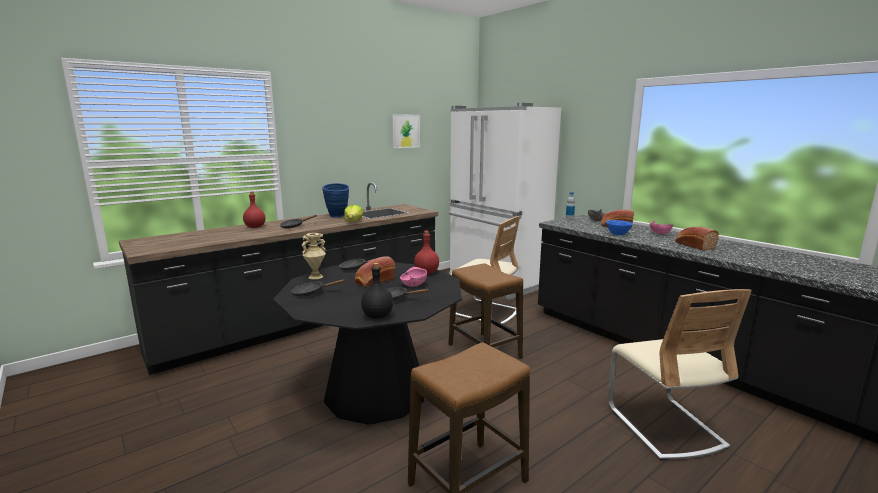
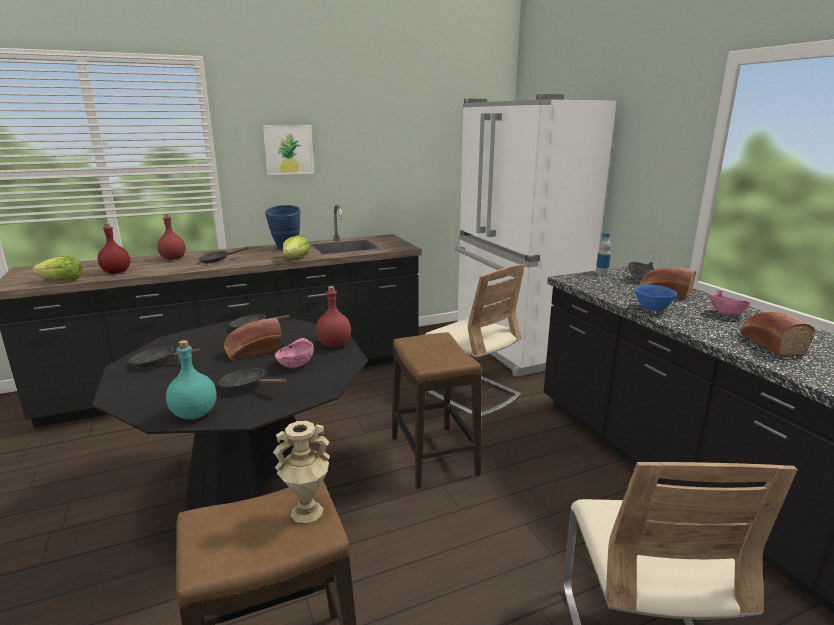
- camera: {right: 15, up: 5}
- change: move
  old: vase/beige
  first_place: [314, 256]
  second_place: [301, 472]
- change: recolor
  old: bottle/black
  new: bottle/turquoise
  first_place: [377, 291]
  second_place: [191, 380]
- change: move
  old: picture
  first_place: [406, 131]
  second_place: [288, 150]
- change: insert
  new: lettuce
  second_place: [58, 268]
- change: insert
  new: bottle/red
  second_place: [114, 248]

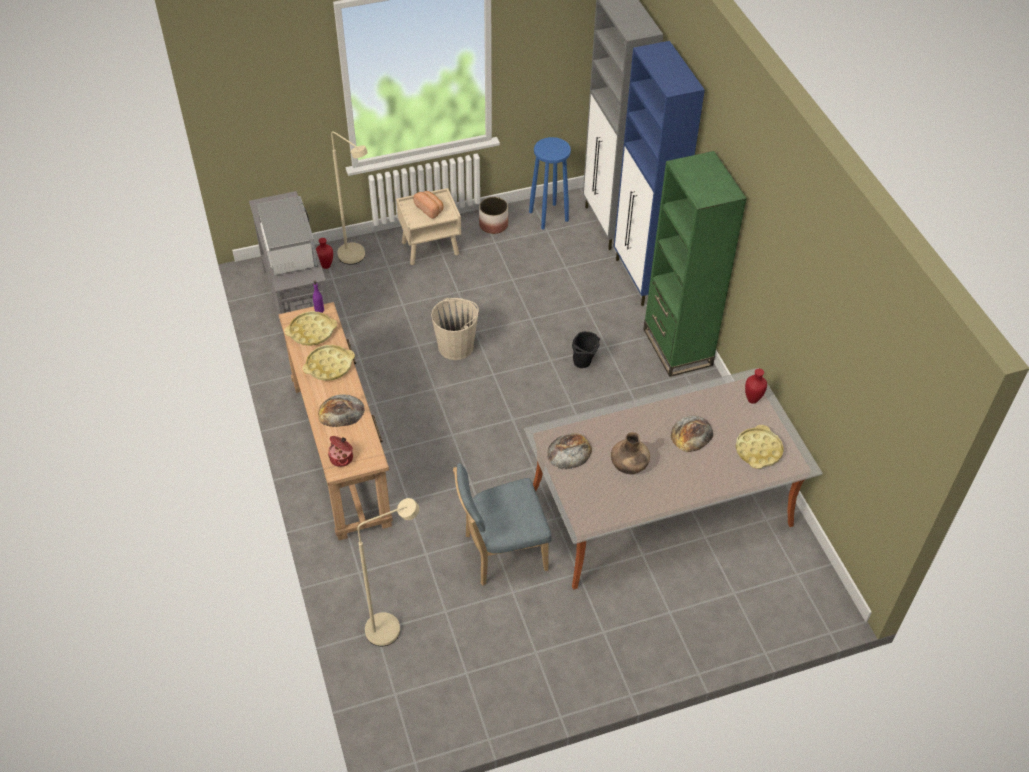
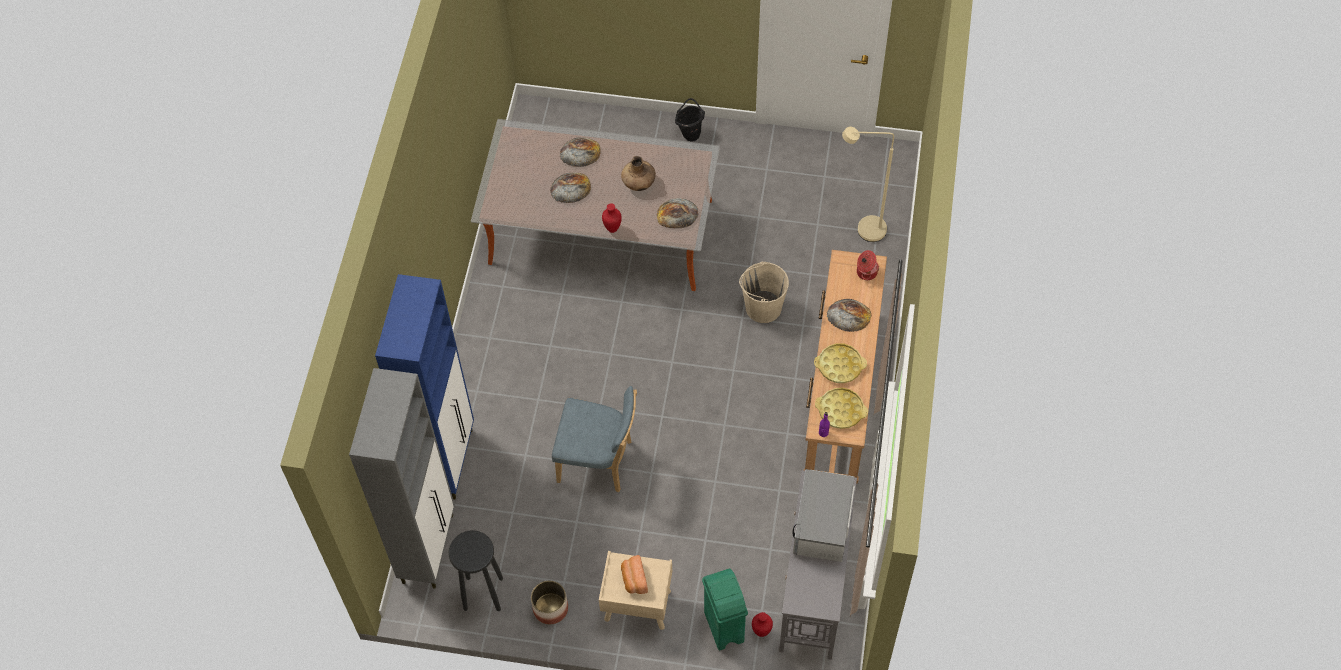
- camera: {right: -150, up: 10}
- change: replace
  old: floor lamp/beige
  new: trash can/green
  first_place: [349, 198]
  second_place: [725, 609]
- change: move
  old: bucket/beige
  first_place: [455, 329]
  second_place: [764, 292]
- change: move
  old: chair/blue
  first_place: [502, 524]
  second_place: [594, 439]
- change: recolor
  old: stool/blue
  new: stool/black
  first_place: [550, 183]
  second_place: [476, 570]
- change: move
  old: bucket/black
  first_place: [586, 349]
  second_place: [690, 120]
- change: delete
  old: bookcase/green
  first_place: [695, 264]
- change: delete
  old: tray/yellow
  first_place: [760, 447]
- change: move
  old: vase/red
  first_place: [756, 386]
  second_place: [612, 218]
- change: insert
  new: bread
  second_place: [580, 152]

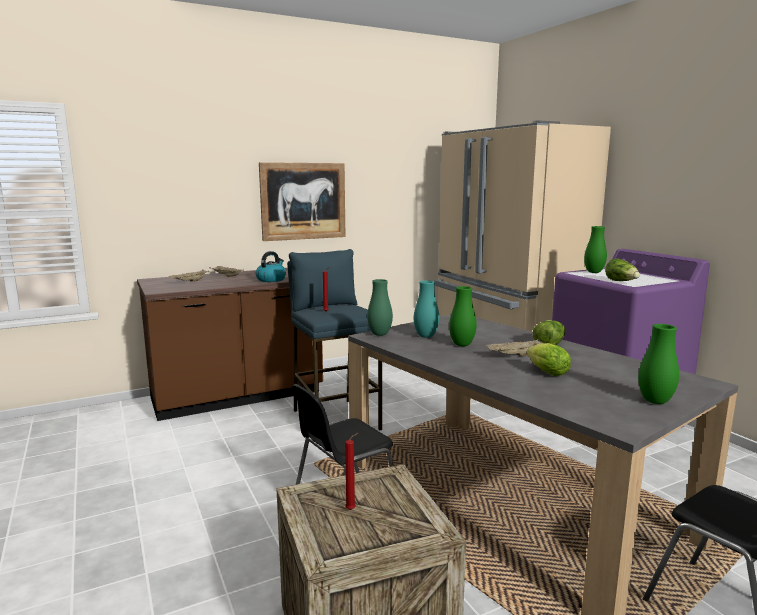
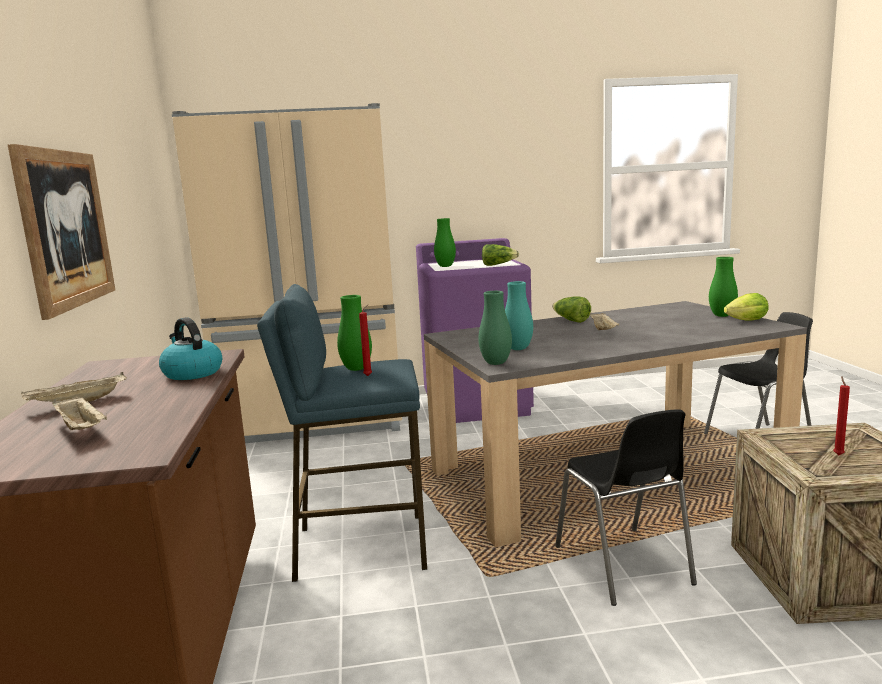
- camera: {right: -70, up: 0}
- change: move
  old: vase/green
  first_place: [463, 316]
  second_place: [354, 333]
- change: move
  old: lettuce
  first_place: [549, 359]
  second_place: [746, 306]

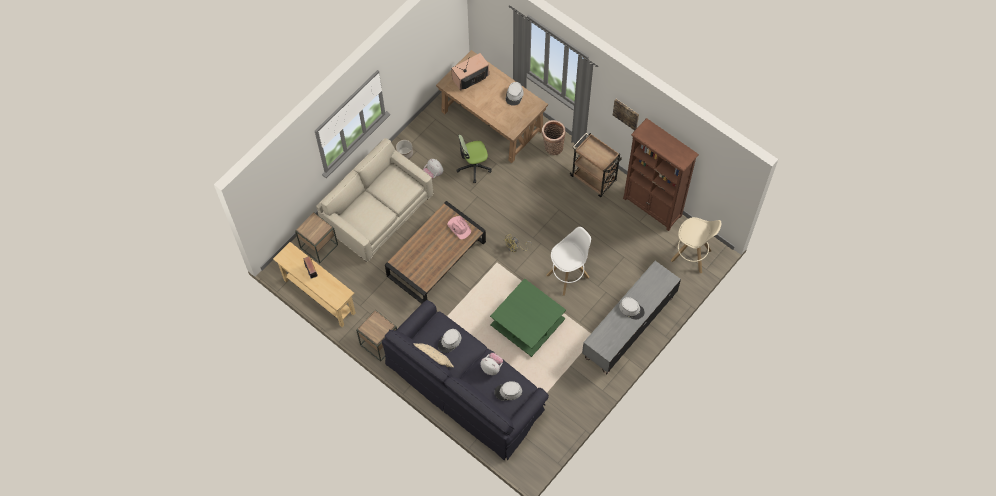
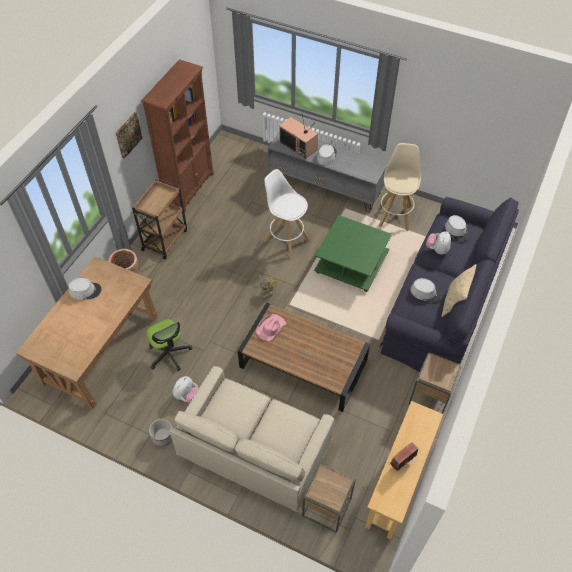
- camera: {right: -105, up: -10}
- change: move
  old: television
  first_place: [470, 72]
  second_place: [298, 135]
- change: move
  old: stool/beige
  first_place: [696, 245]
  second_place: [399, 187]

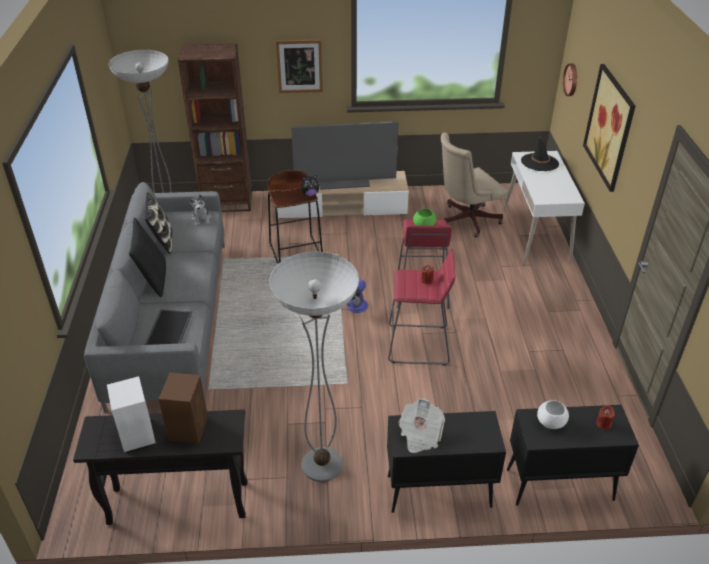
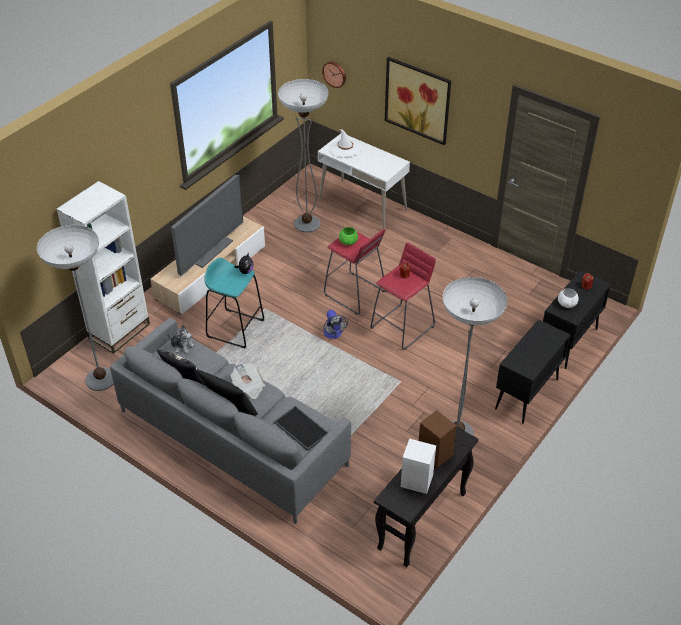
- camera: {right: -50, up: 5}
- change: recolor
  old: bookcase/brown
  new: bookcase/white
  first_place: [215, 128]
  second_place: [103, 267]
- change: recolor
  old: stool/brown
  new: stool/turquoise
  first_place: [295, 217]
  second_place: [234, 303]
- change: delete
  old: picture
  first_place: [299, 66]
- change: move
  old: newspaper
  first_place: [422, 425]
  second_place: [248, 381]
- change: replace
  old: office chair/beige
  new: floor lamp
  first_place: [474, 184]
  second_place: [303, 156]
- change: recolor
  old: hat/black
  new: hat/white
  first_place: [540, 153]
  second_place: [345, 143]

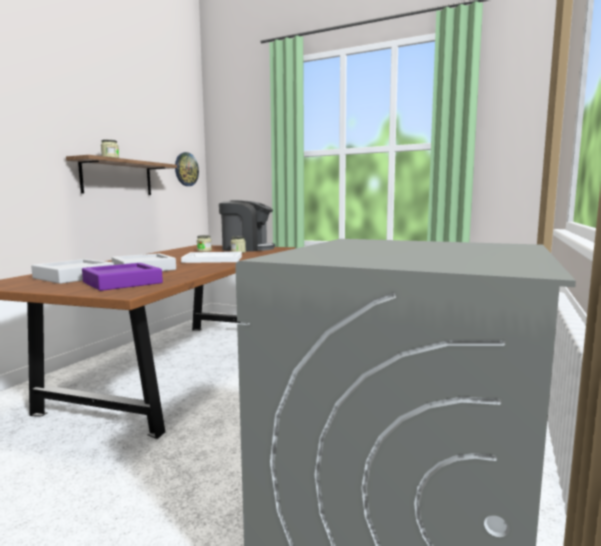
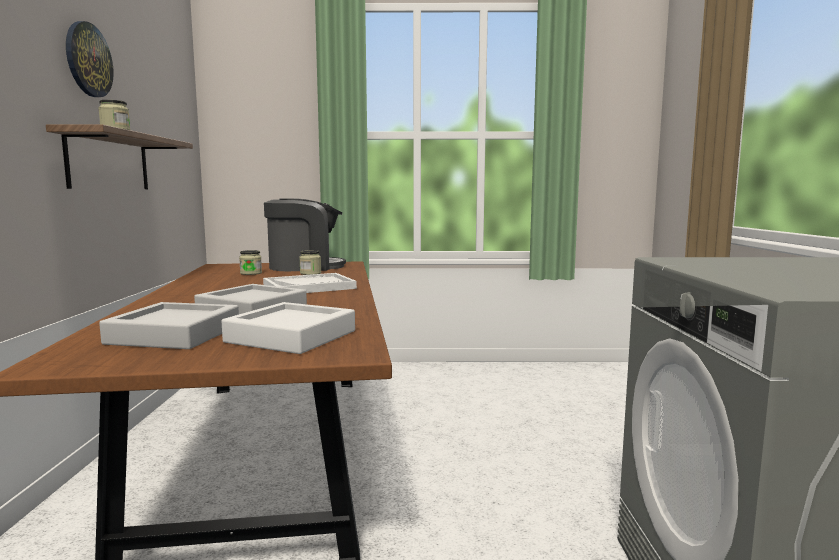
- camera: {right: -25, up: 0}
- change: recolor
  old: tray/purple
  new: tray/white
  first_place: [122, 277]
  second_place: [288, 328]
- change: move
  old: wall clock
  first_place: [187, 169]
  second_place: [90, 59]

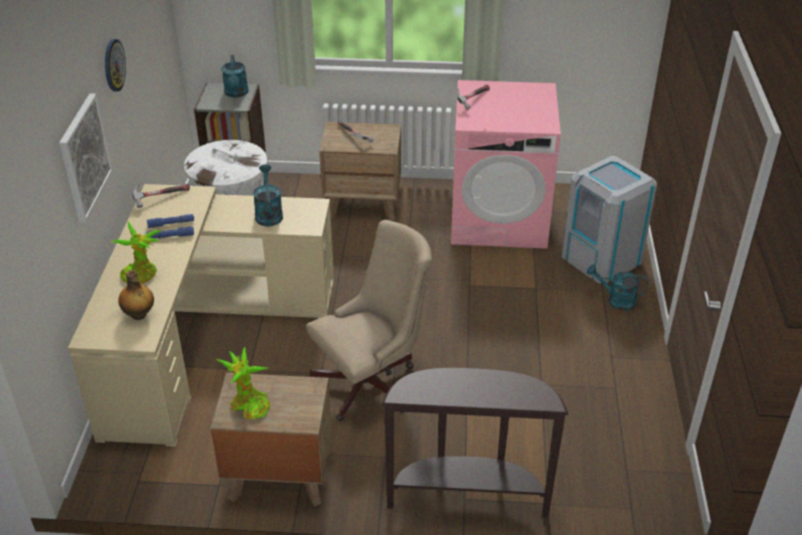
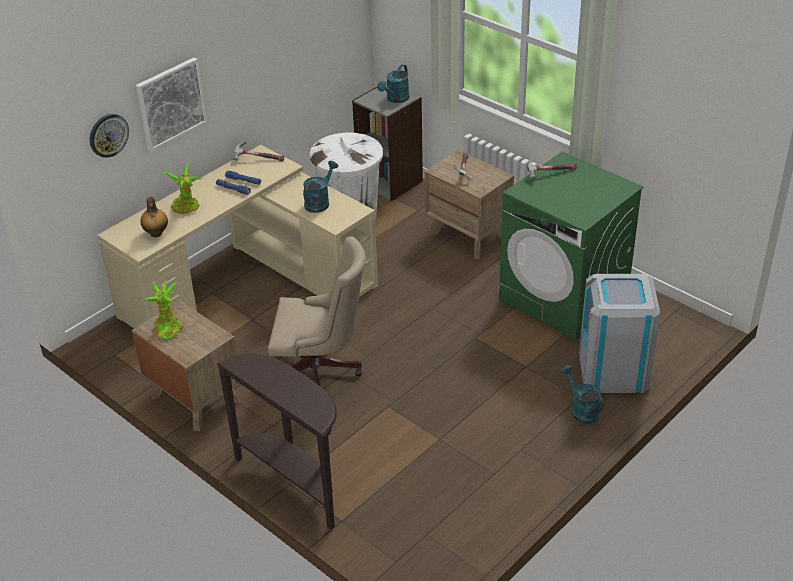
- camera: {right: 40, up: 0}
- change: move
  old: wall clock
  first_place: [115, 65]
  second_place: [109, 136]
- change: recolor
  old: washing machine/pink
  new: washing machine/green
  first_place: [506, 164]
  second_place: [571, 246]

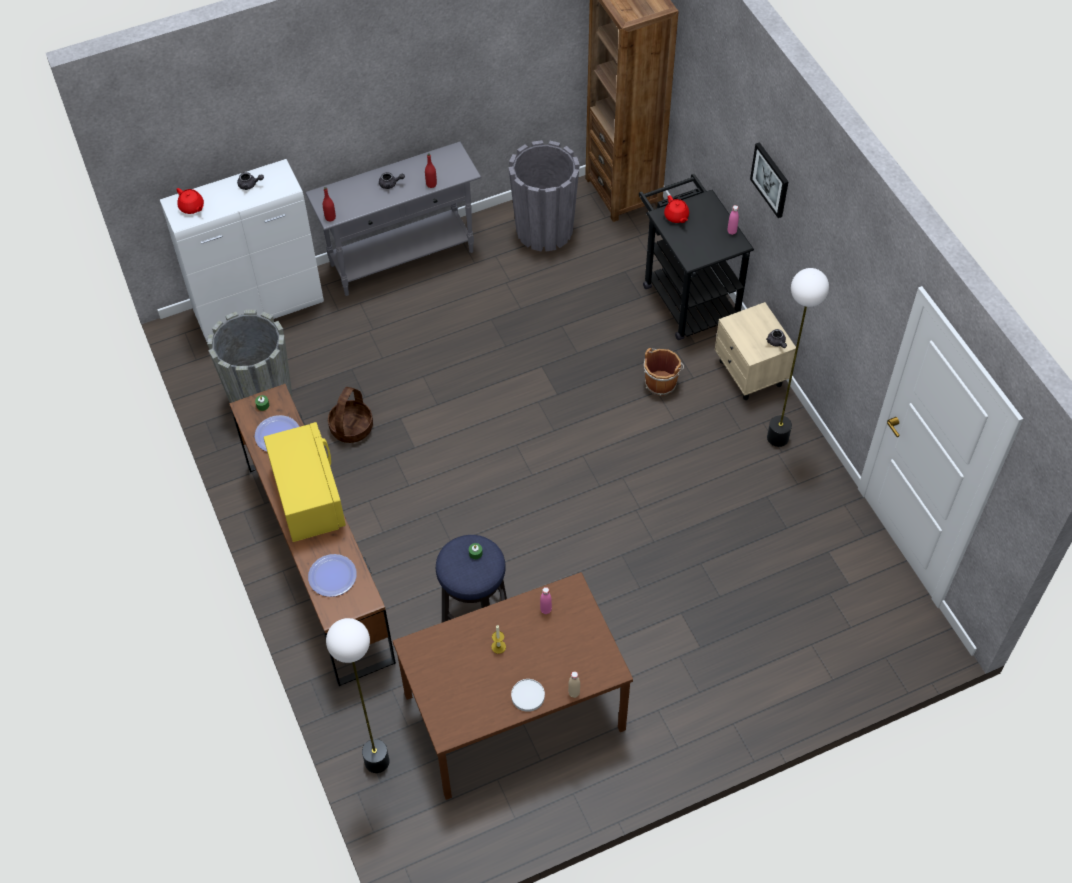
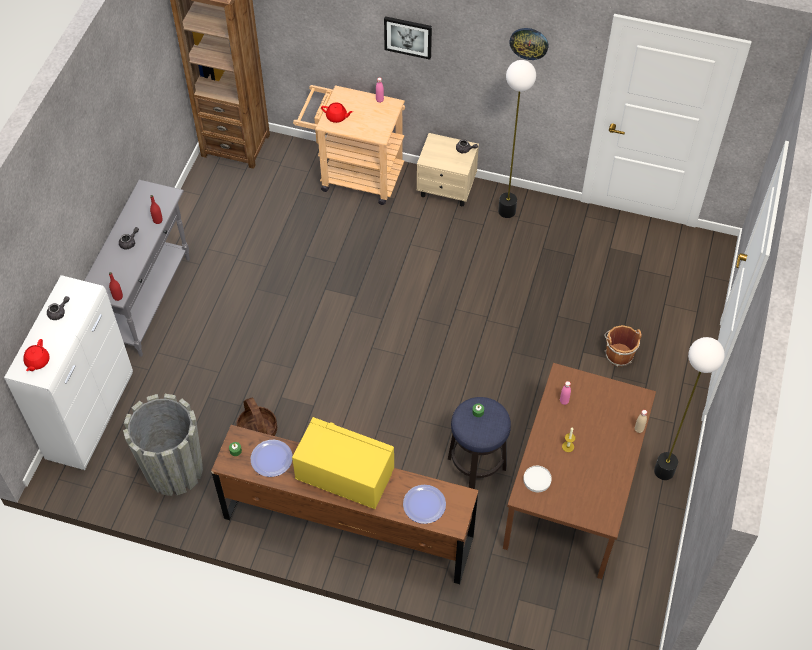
- camera: {right: -50, up: 0}
- change: rotate
  old: teapot/red
  first_place: [190, 201]
  second_place: [36, 355]
  degrees: 105
- change: move
  old: floor lamp
  first_place: [358, 695]
  second_place: [689, 408]
- change: delete
  old: planter/grey
  first_place: [544, 196]
- change: move
  old: plate/white
  first_place: [528, 695]
  second_place: [537, 479]
- change: recolor
  old: cart/black
  new: cart/beige
  first_place: [696, 257]
  second_place: [349, 145]
- change: move
  old: bucket/brown
  first_place: [664, 372]
  second_place: [623, 346]
- change: insert
  new: wall clock
  second_place: [528, 44]

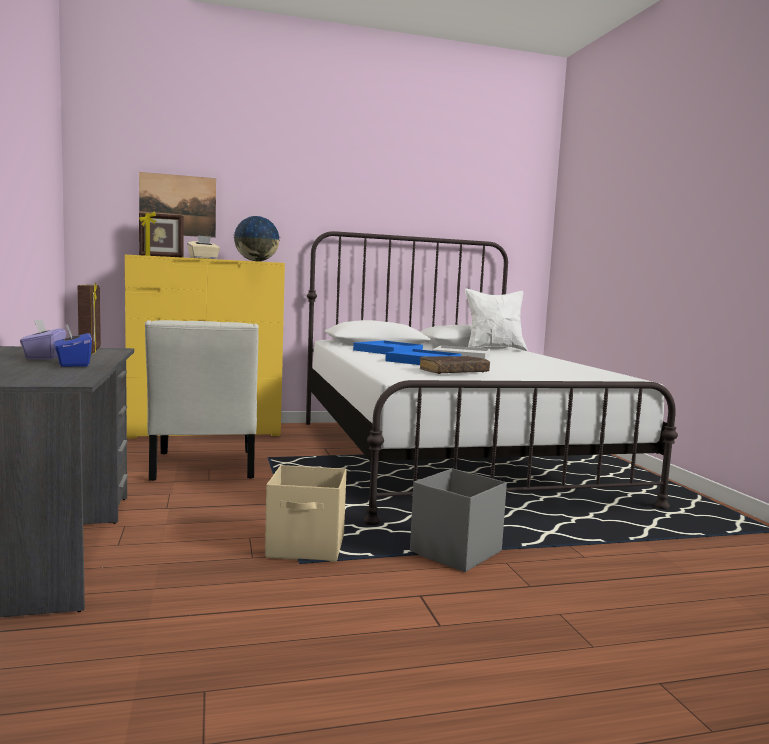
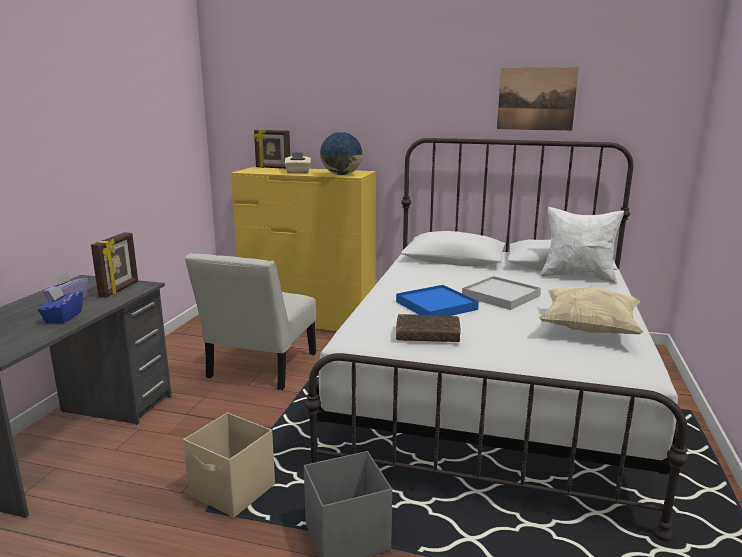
- camera: {right: 30, up: 10}
- change: move
  old: picture
  first_place: [177, 205]
  second_place: [538, 99]
- change: delete
  old: tray/blue
  first_place: [388, 347]
- change: insert
  new: pillow/beige
  second_place: [591, 310]

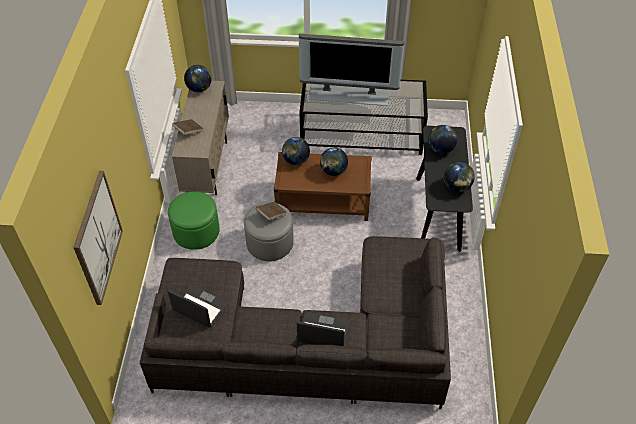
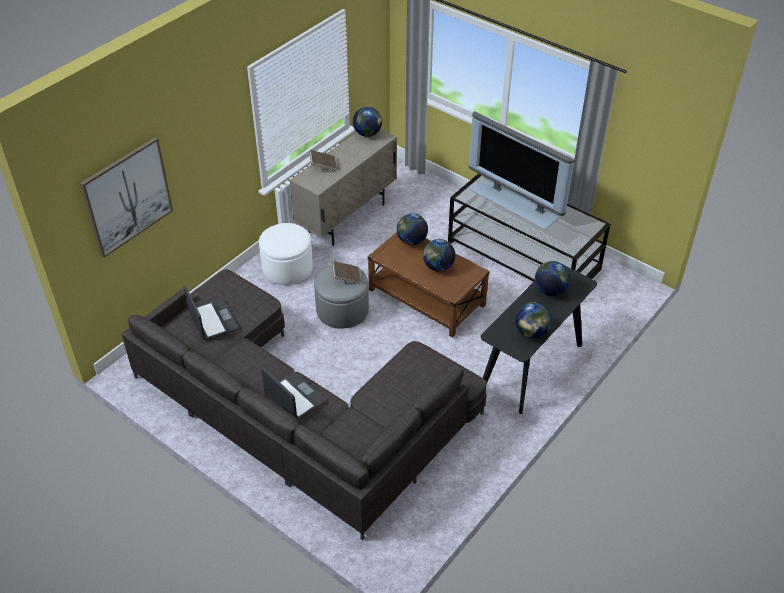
- camera: {right: 35, up: -5}
- change: recolor
  old: ottoman/green
  new: ottoman/white
  first_place: [194, 220]
  second_place: [286, 254]

